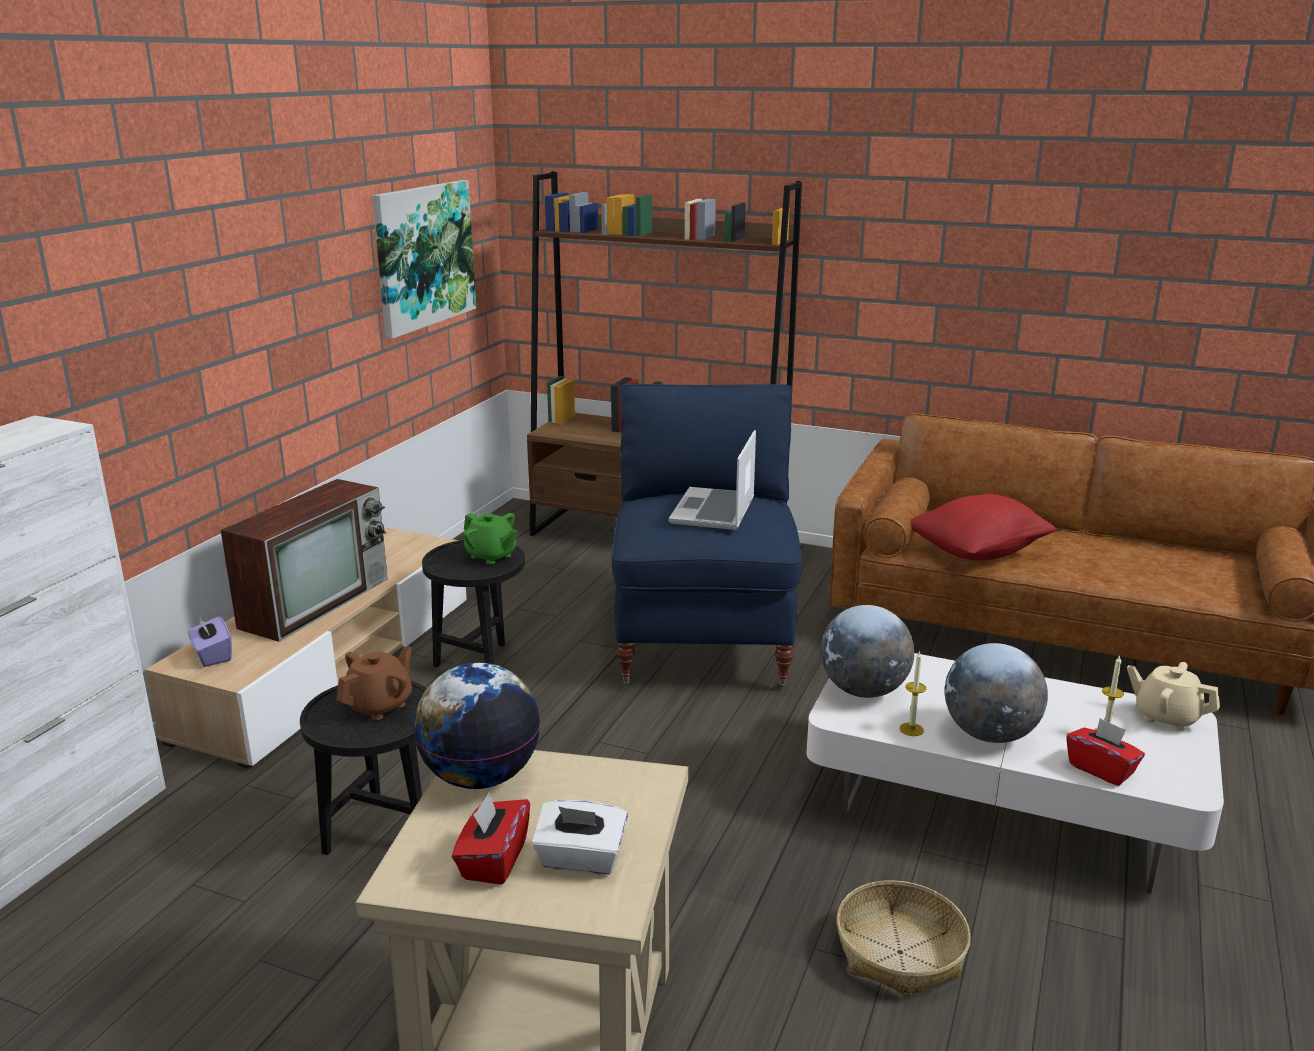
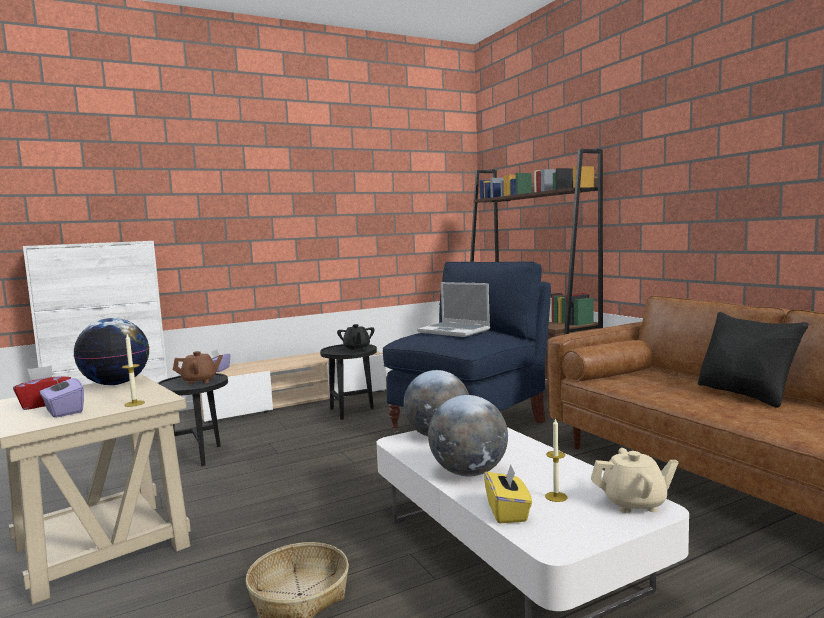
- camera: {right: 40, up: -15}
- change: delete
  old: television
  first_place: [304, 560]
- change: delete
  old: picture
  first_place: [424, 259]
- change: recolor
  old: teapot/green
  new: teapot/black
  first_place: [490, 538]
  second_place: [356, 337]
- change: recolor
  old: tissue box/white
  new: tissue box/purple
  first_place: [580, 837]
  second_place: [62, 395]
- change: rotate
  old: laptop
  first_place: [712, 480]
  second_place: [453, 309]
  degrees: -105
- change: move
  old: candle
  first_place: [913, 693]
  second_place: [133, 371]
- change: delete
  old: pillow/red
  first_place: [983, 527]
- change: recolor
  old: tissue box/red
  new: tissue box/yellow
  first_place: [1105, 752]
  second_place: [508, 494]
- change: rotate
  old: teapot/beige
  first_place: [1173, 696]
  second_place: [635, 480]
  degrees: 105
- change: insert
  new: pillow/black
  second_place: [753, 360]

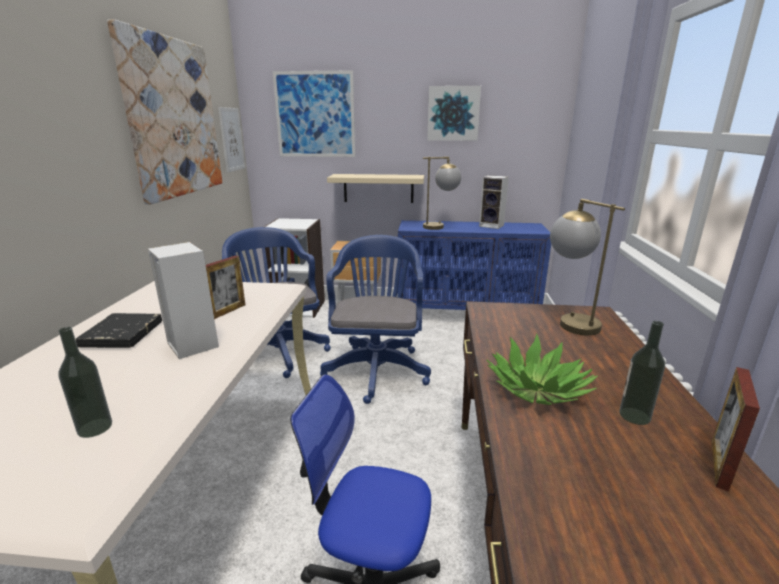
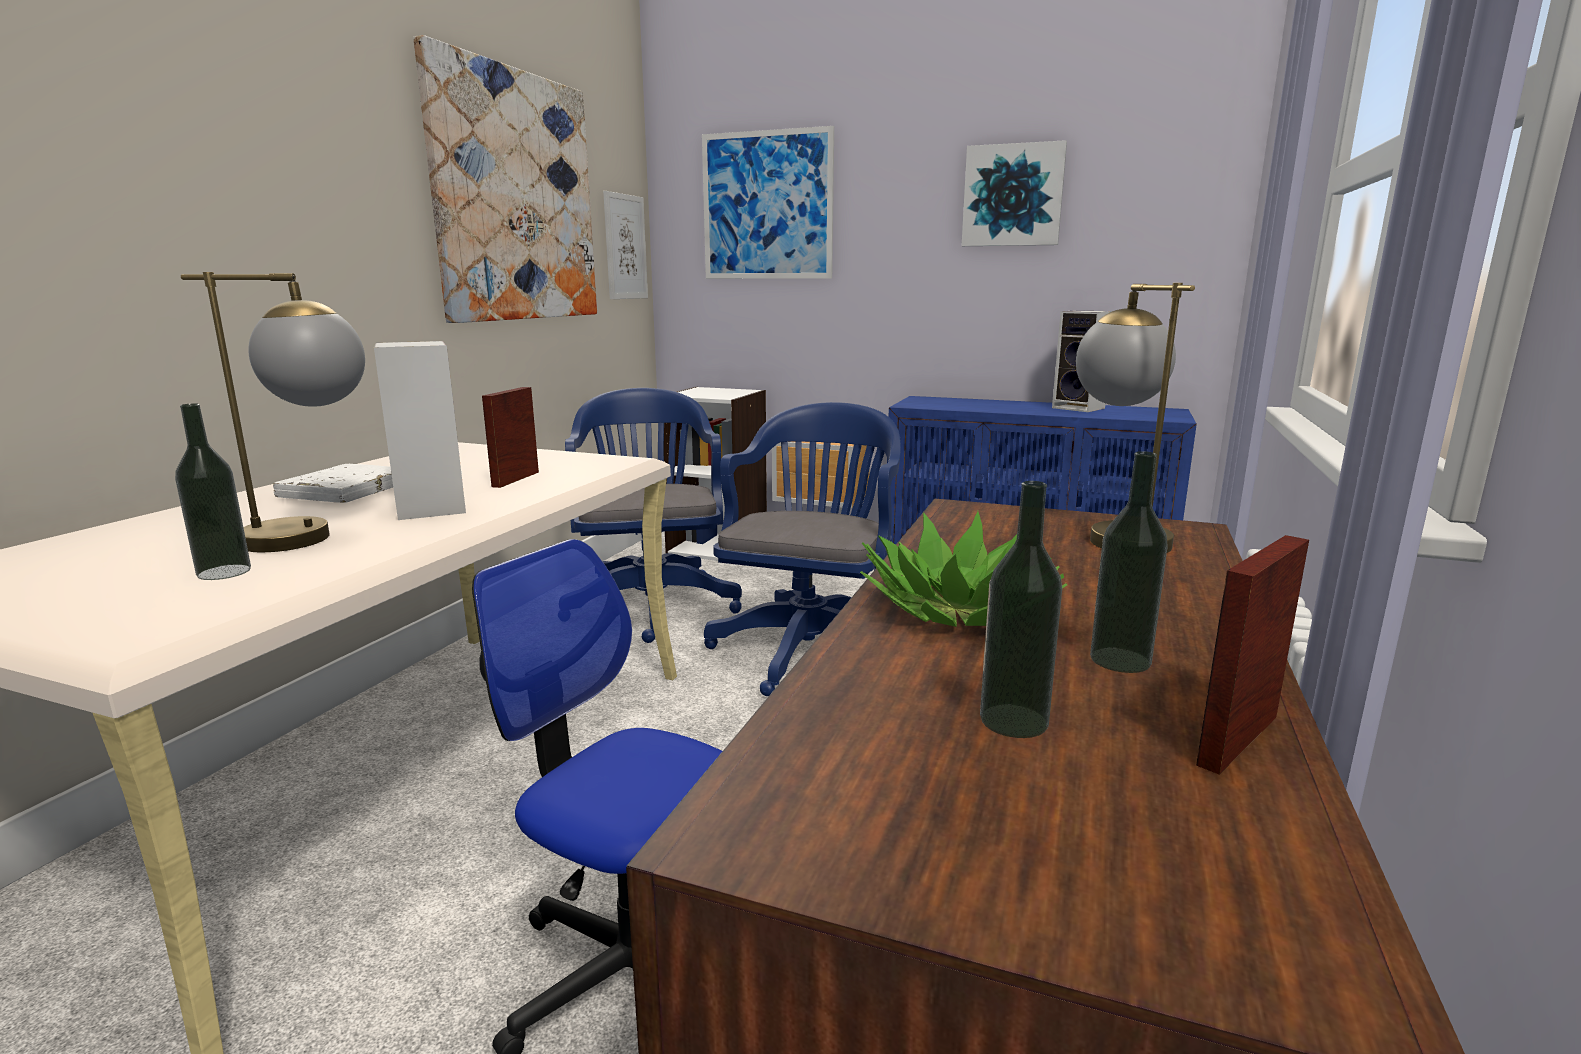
- camera: {right: 15, up: -5}
- change: recolor
  old: book/black
  new: book/white
  first_place: [118, 330]
  second_place: [333, 483]
- change: rotate
  old: picture frame
  first_place: [225, 287]
  second_place: [510, 437]
  degrees: 150
- change: delete
  old: shelf/beige
  first_place: [375, 188]
- change: move
  old: table lamp
  first_place: [442, 193]
  second_place: [273, 412]
- change: insert
  new: bottle
  second_place: [1021, 609]

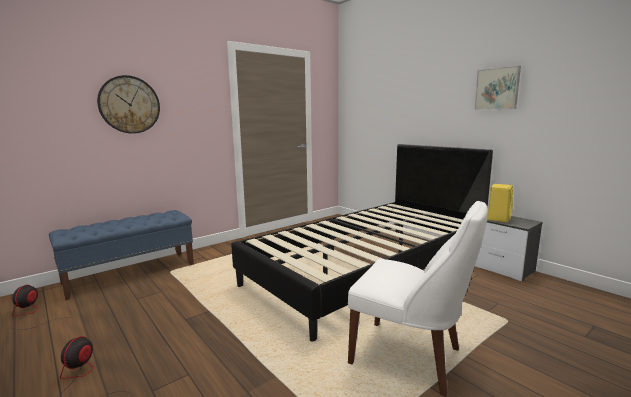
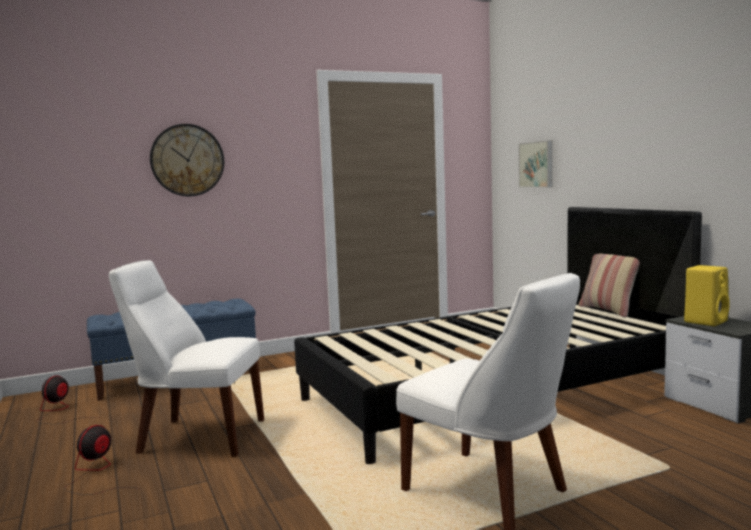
- camera: {right: 15, up: -5}
- change: move
  old: picture
  first_place: [497, 88]
  second_place: [536, 164]
- change: insert
  new: chair/white
  second_place: [186, 358]
- change: insert
  new: pillow
  second_place: [609, 286]

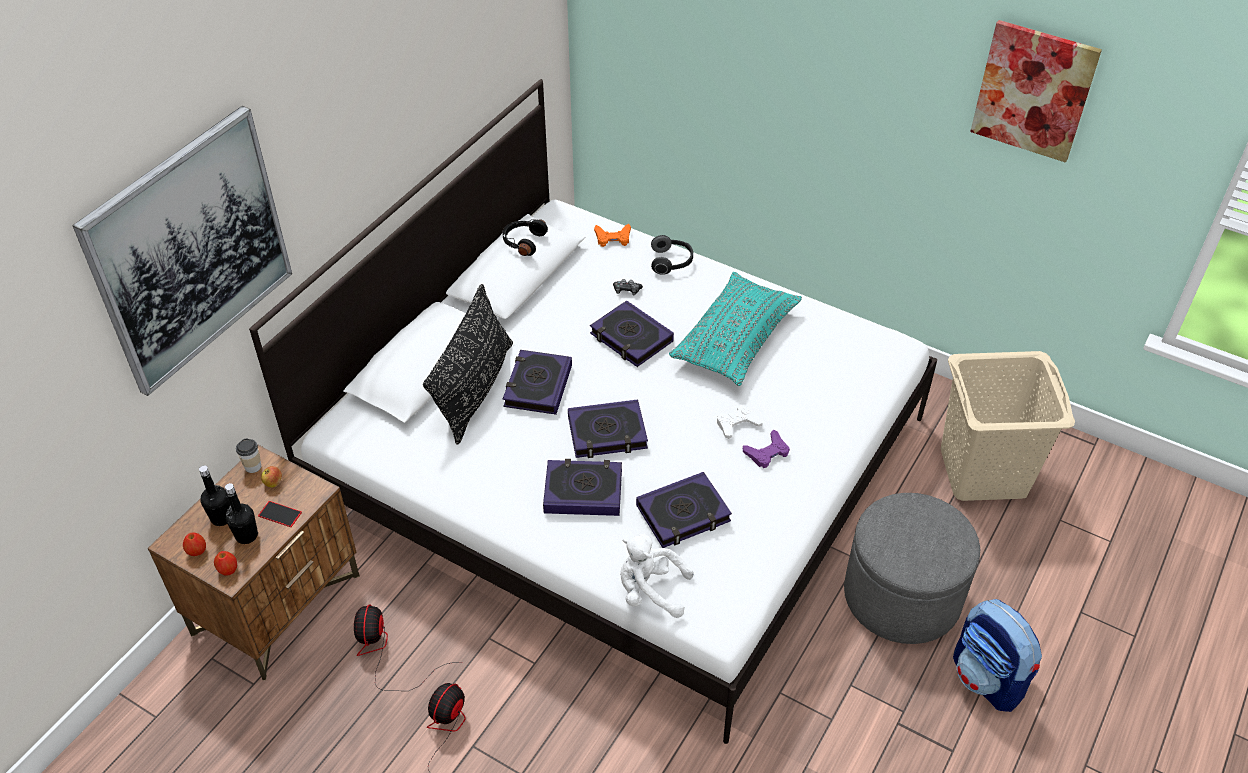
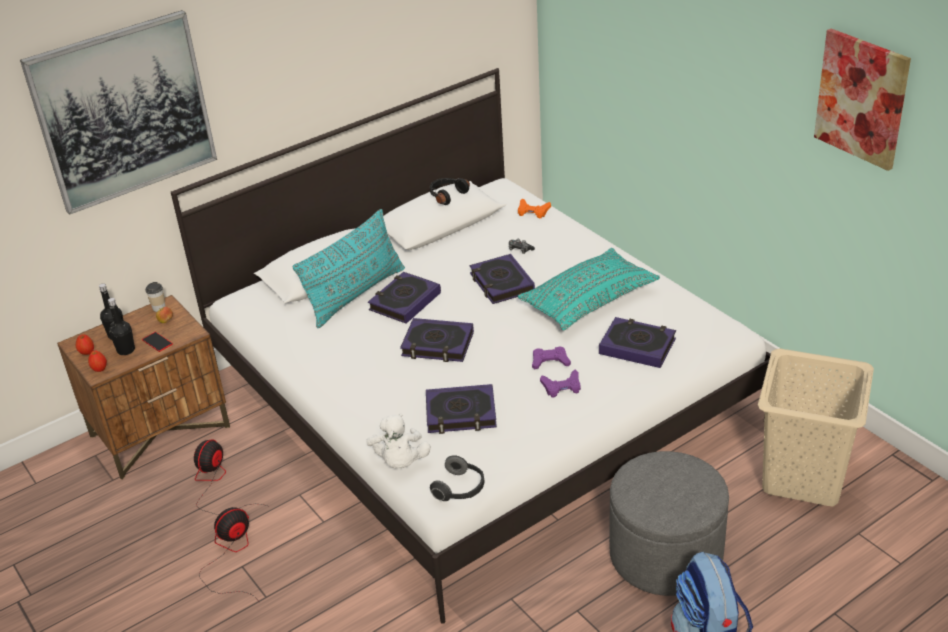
- camera: {right: 25, up: -10}
- change: recolor
  old: pillow/black
  new: pillow/turquoise
  first_place: [468, 364]
  second_place: [349, 268]
- change: move
  old: book
  first_place: [582, 487]
  second_place: [637, 342]
- change: rotate
  old: plush toy/white
  first_place: [656, 576]
  second_place: [398, 440]
  degrees: -135
- change: move
  old: headphones
  first_place: [672, 255]
  second_place: [457, 478]
- change: recolor
  old: game controller/white
  new: game controller/purple
  first_place: [740, 422]
  second_place: [551, 357]

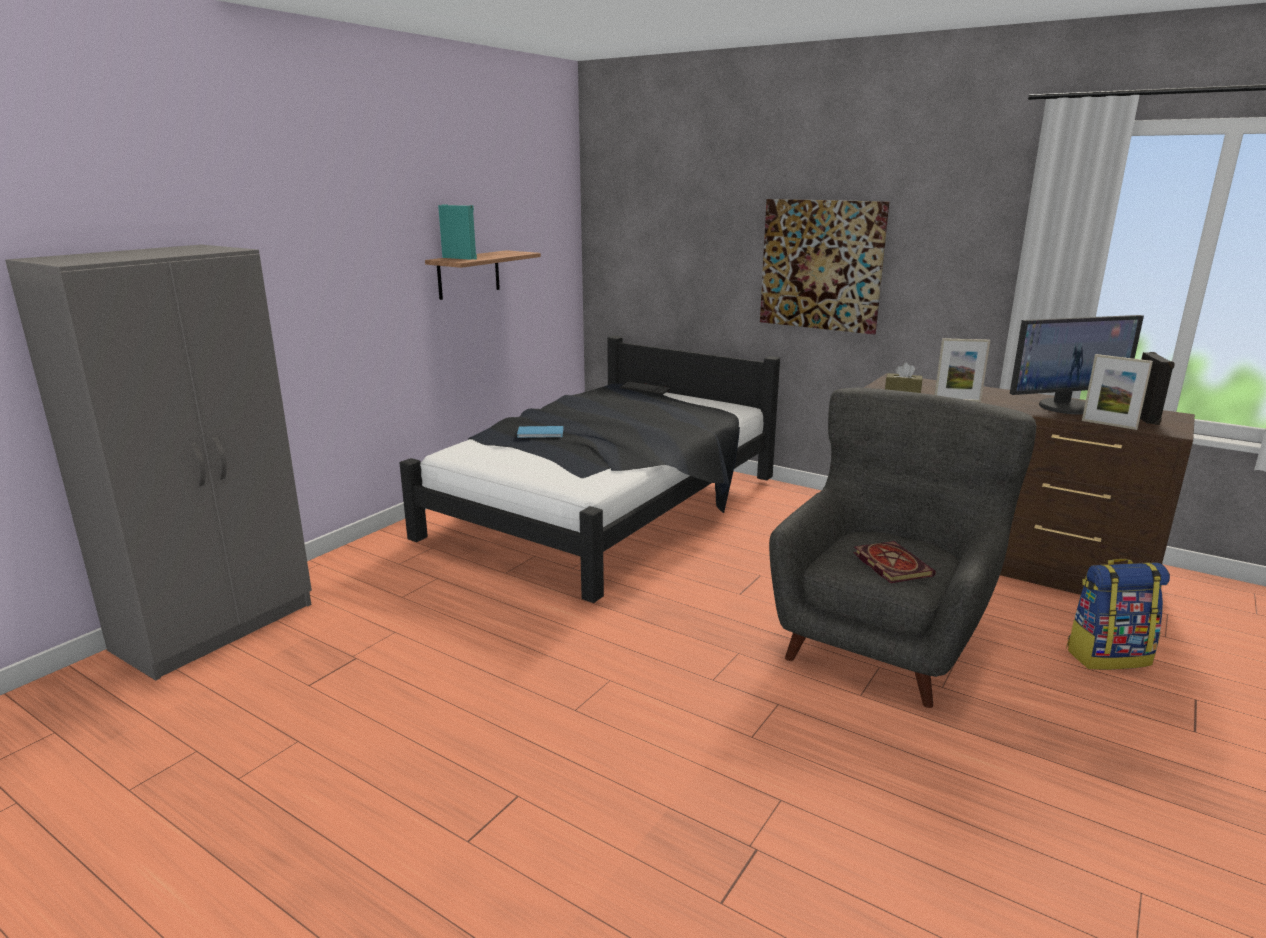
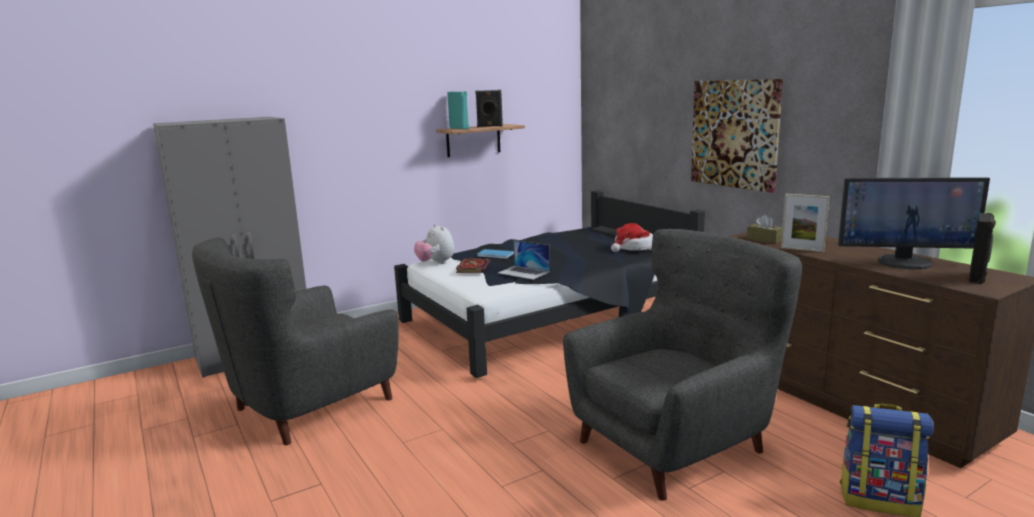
- camera: {right: 25, up: -5}
- change: move
  old: book
  first_place: [894, 562]
  second_place: [473, 265]
- change: delete
  old: picture frame
  first_place: [1117, 392]
- change: insert
  new: armchair/grey
  second_place: [295, 341]
- change: insert
  new: plush toy
  second_place: [434, 244]
- change: insert
  new: speaker/black
  second_place: [489, 108]
- change: insert
  new: laptop
  second_place: [524, 260]
- change: insert
  new: hat
  second_place: [632, 237]

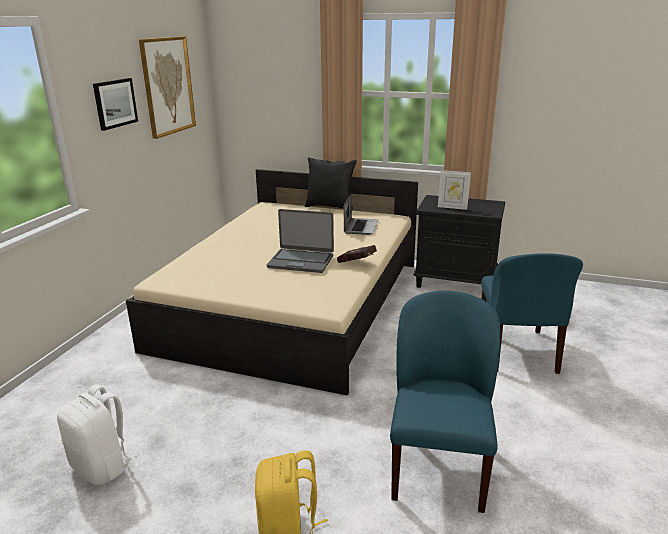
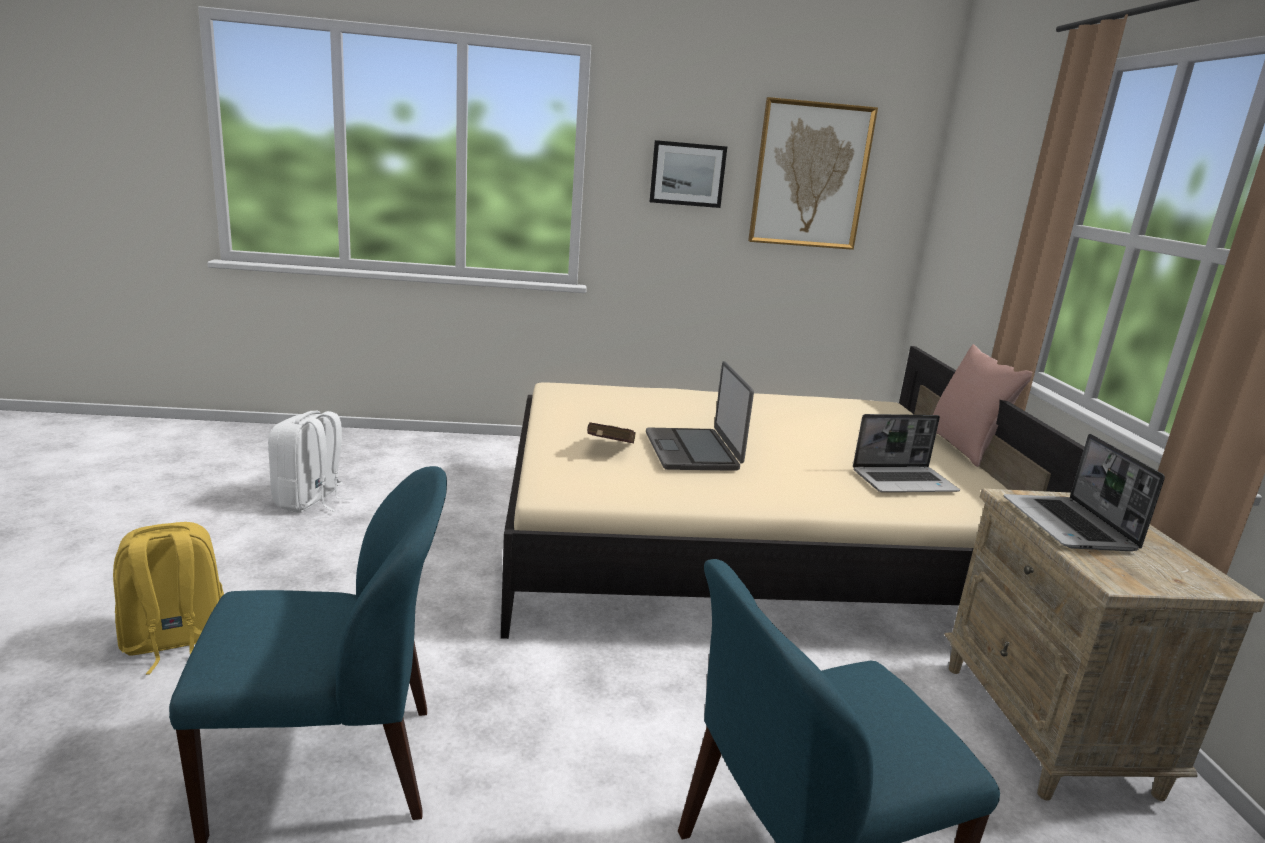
- camera: {right: 65, up: -5}
- change: recolor
  old: pillow/black
  new: pillow/pink
  first_place: [331, 183]
  second_place: [984, 405]
- change: move
  old: book/red
  first_place: [357, 254]
  second_place: [611, 432]
- change: recolor
  old: nightstand/black
  new: nightstand/beige
  first_place: [459, 241]
  second_place: [1104, 645]
- change: replace
  old: picture frame
  new: laptop
  first_place: [454, 190]
  second_place: [1084, 492]

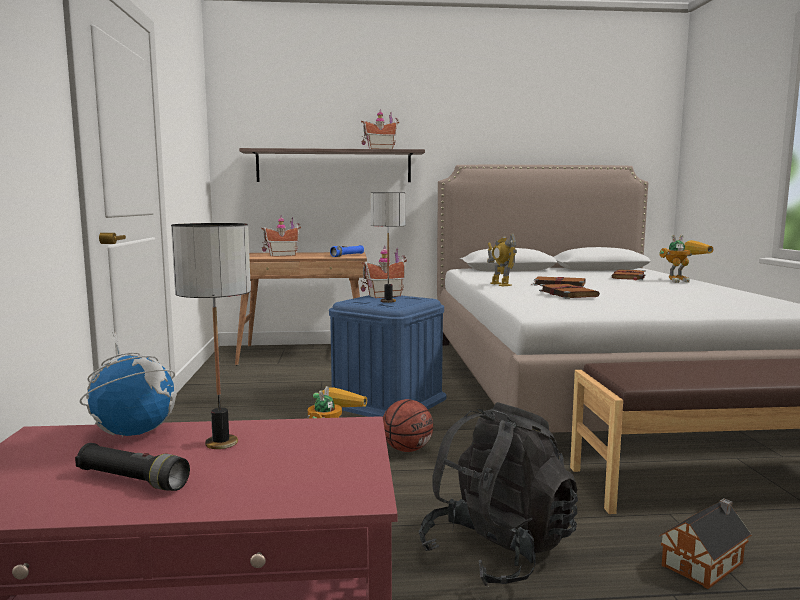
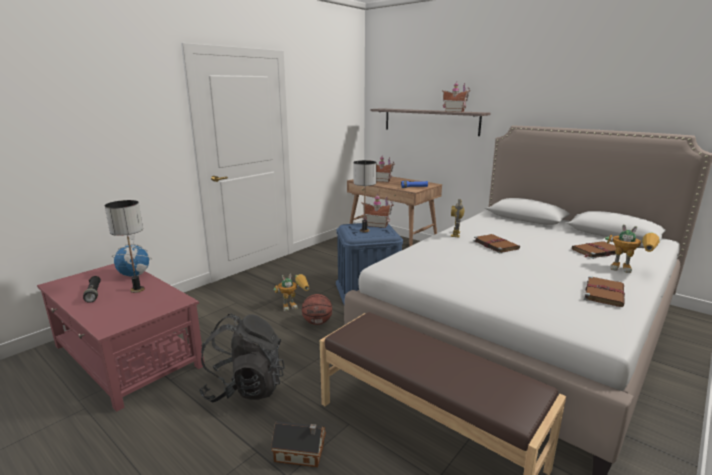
- camera: {right: 45, up: 10}
- change: move
  old: book/brown
  first_place: [569, 291]
  second_place: [604, 291]

